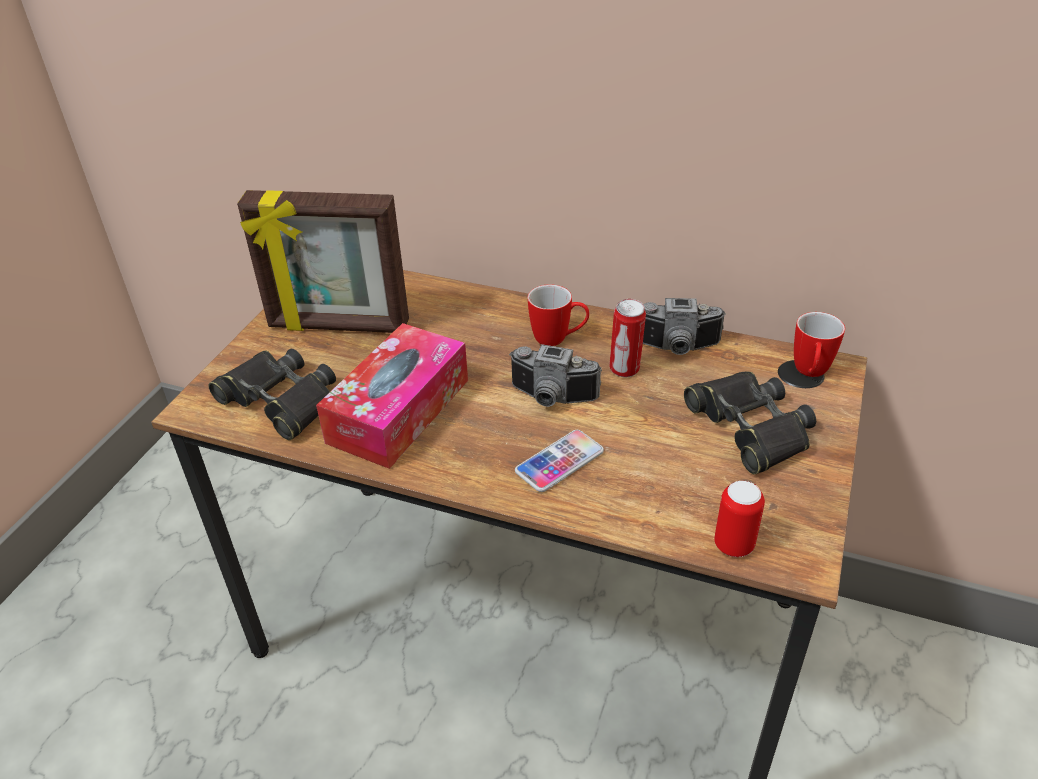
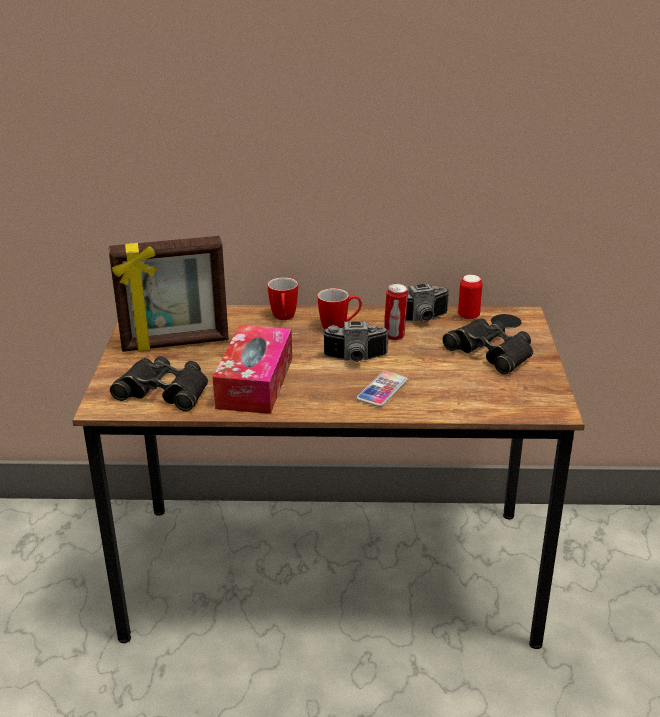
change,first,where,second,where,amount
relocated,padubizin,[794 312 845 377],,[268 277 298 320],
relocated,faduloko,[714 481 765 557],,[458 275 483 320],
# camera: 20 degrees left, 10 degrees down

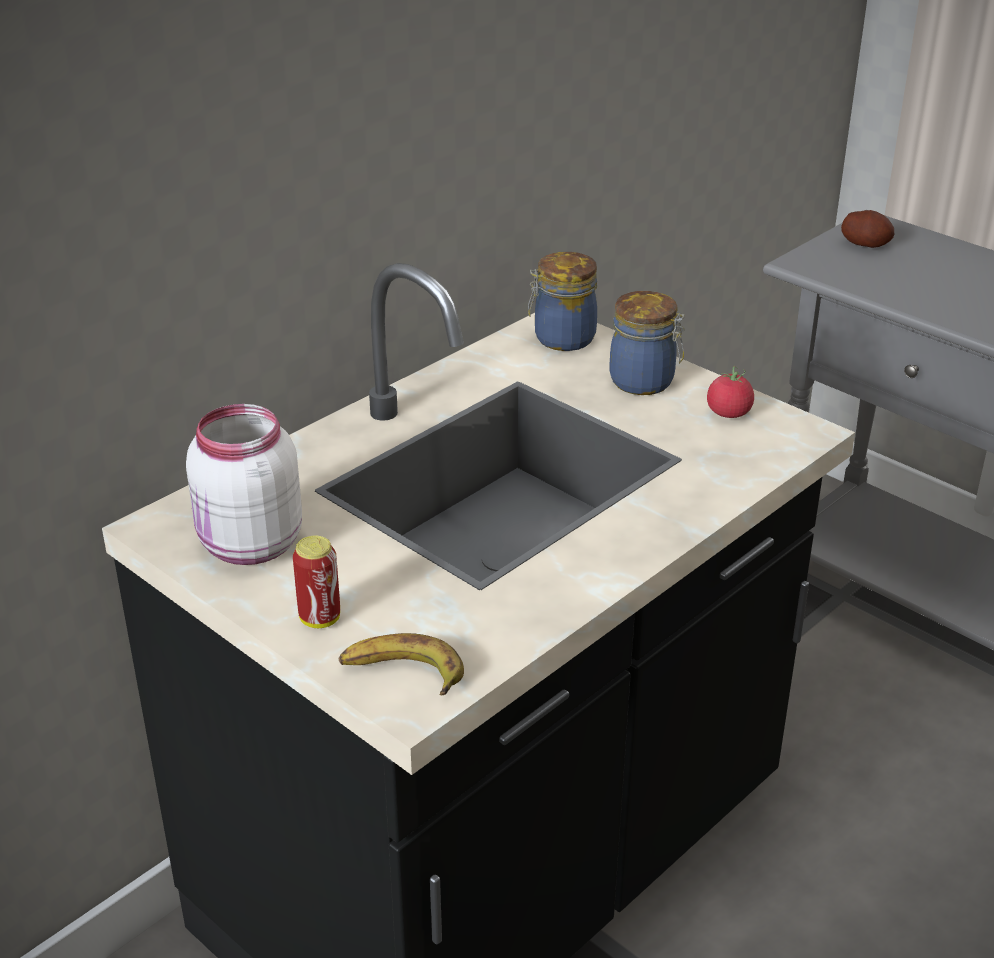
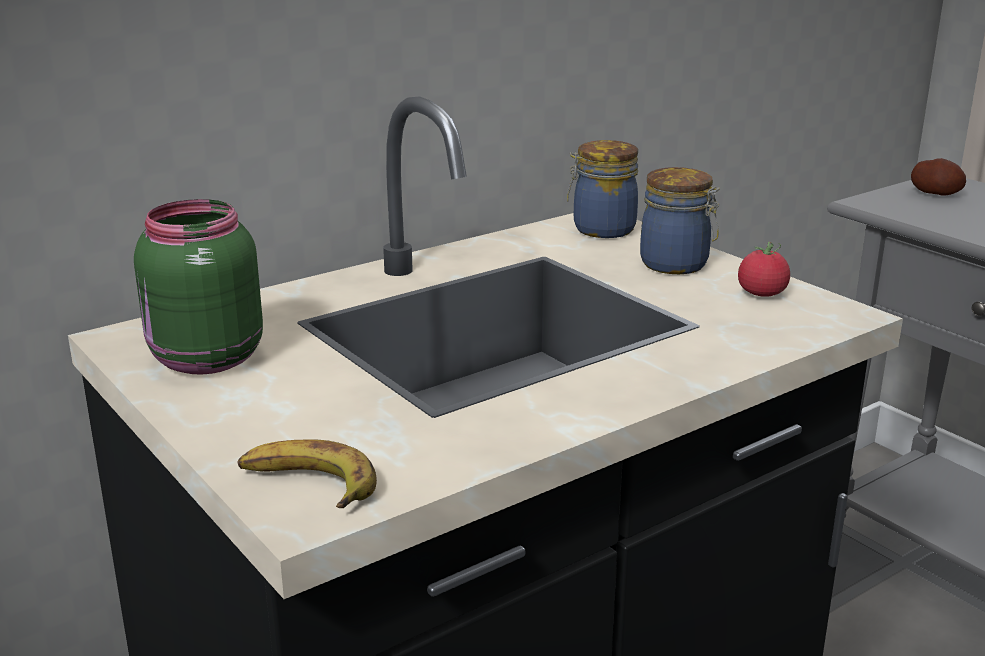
change,first,where,second,where,amount
colour,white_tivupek,[186 404 302 565],green_tivupek,[134 199 263 375],
missing,faduloko,[293 536 340 628],,,
# camera: 10 degrees right, 10 degrees down

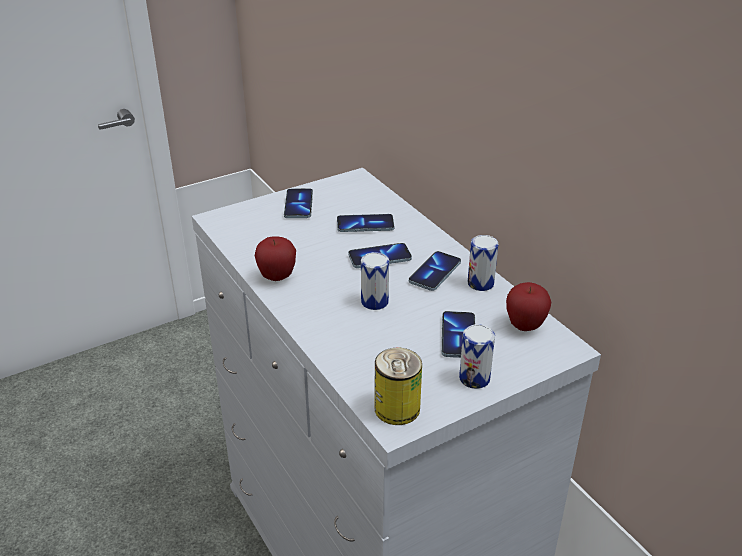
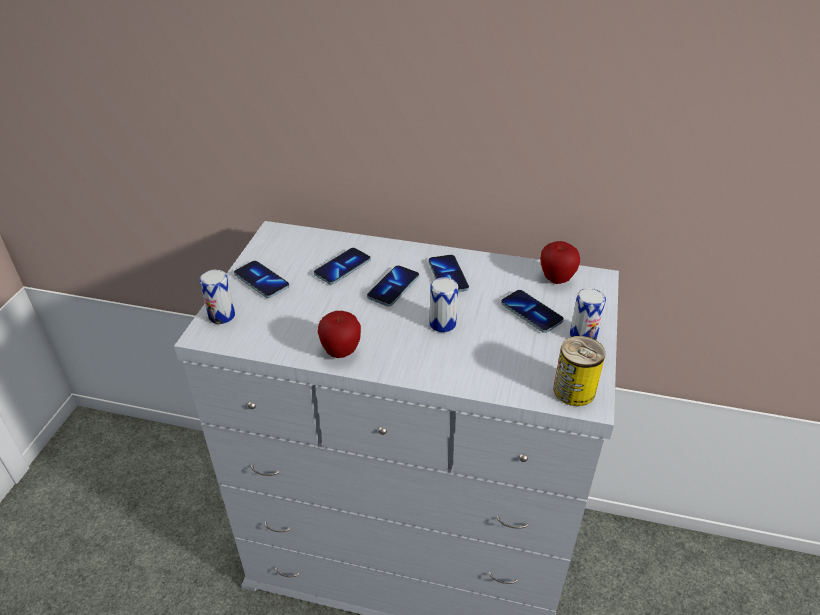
change,first,where,second,where,amount
relocated,faduloko,[468 235 498 291],,[199 269 235 324],
# camera: 45 degrees left, 5 degrees up

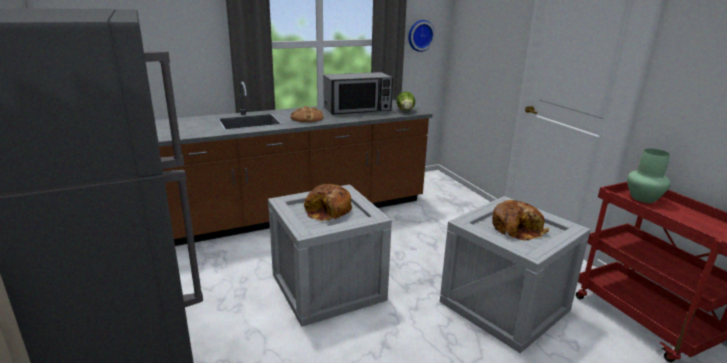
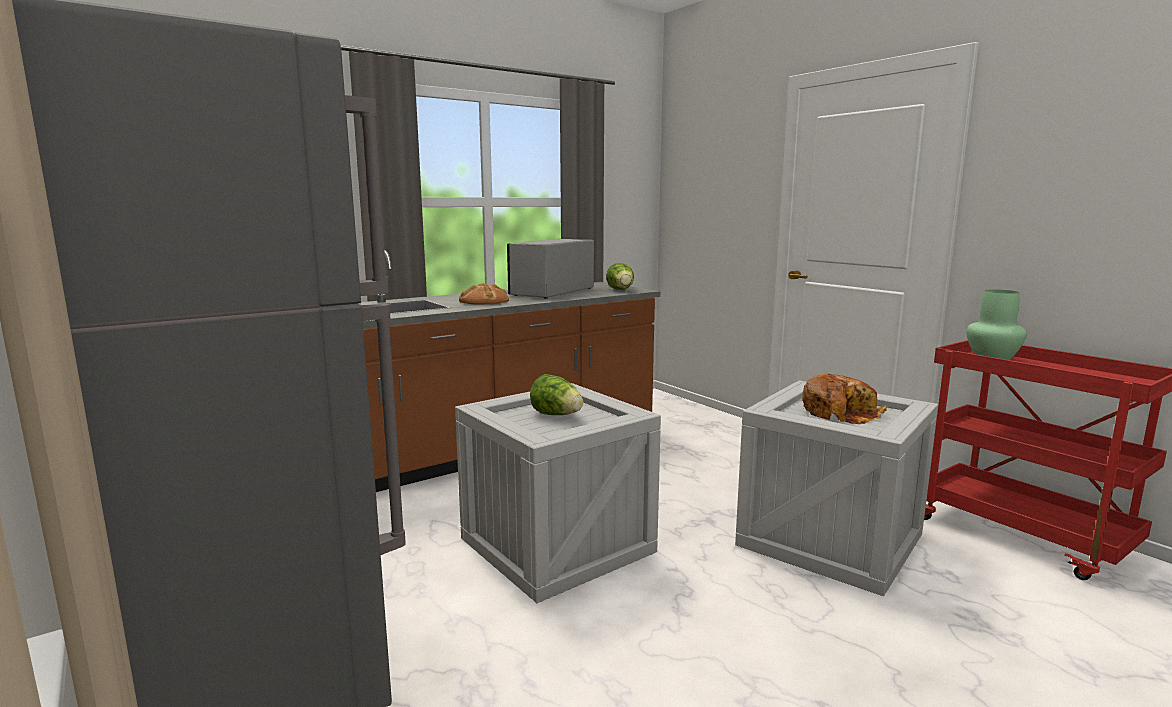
change,first,where,second,where,amount
missing,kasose,[408 20 435 52],,,
spun,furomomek,[323 72 393 115],,[507 239 594 298],150 degrees clockwise
exchanged,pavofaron,[304 184 353 221],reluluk,[530 374 583 415],
# camera: 10 degrees left, 10 degrees down

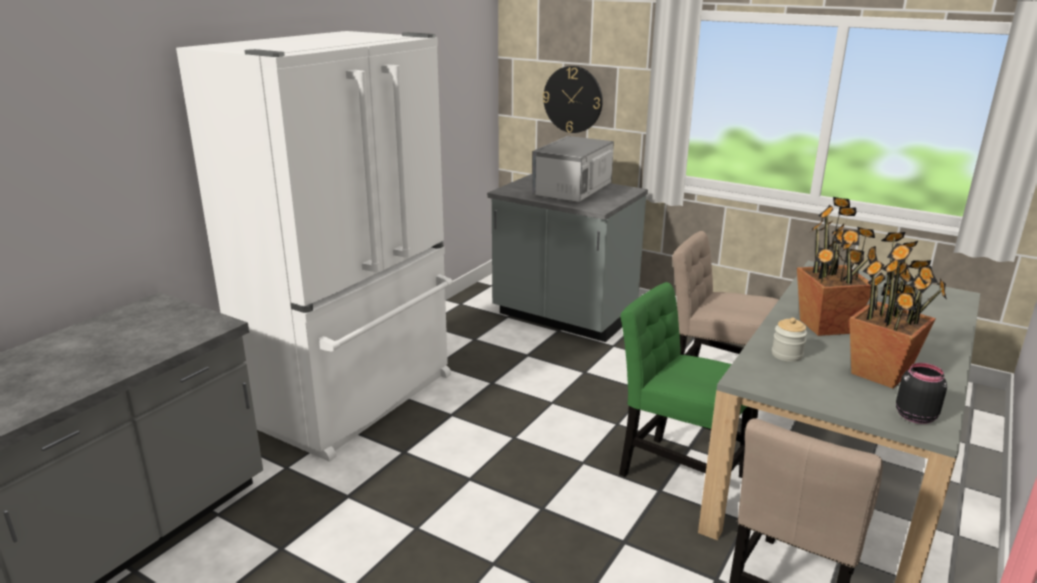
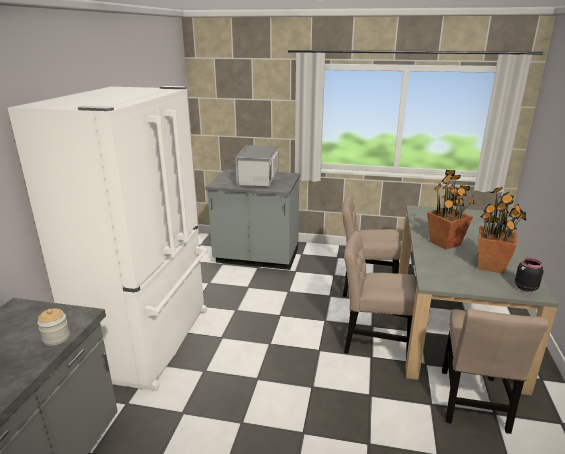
change,first,where,second,where,amount
missing,kasose,[543 66 603 133],,,
colour,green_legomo,[619 282 753 478],beige_legomo,[344 231 417 358],
relocated,tivupek,[772 318 807 362],,[37 308 70 346],
# camera: 20 degrees left, 0 degrees up

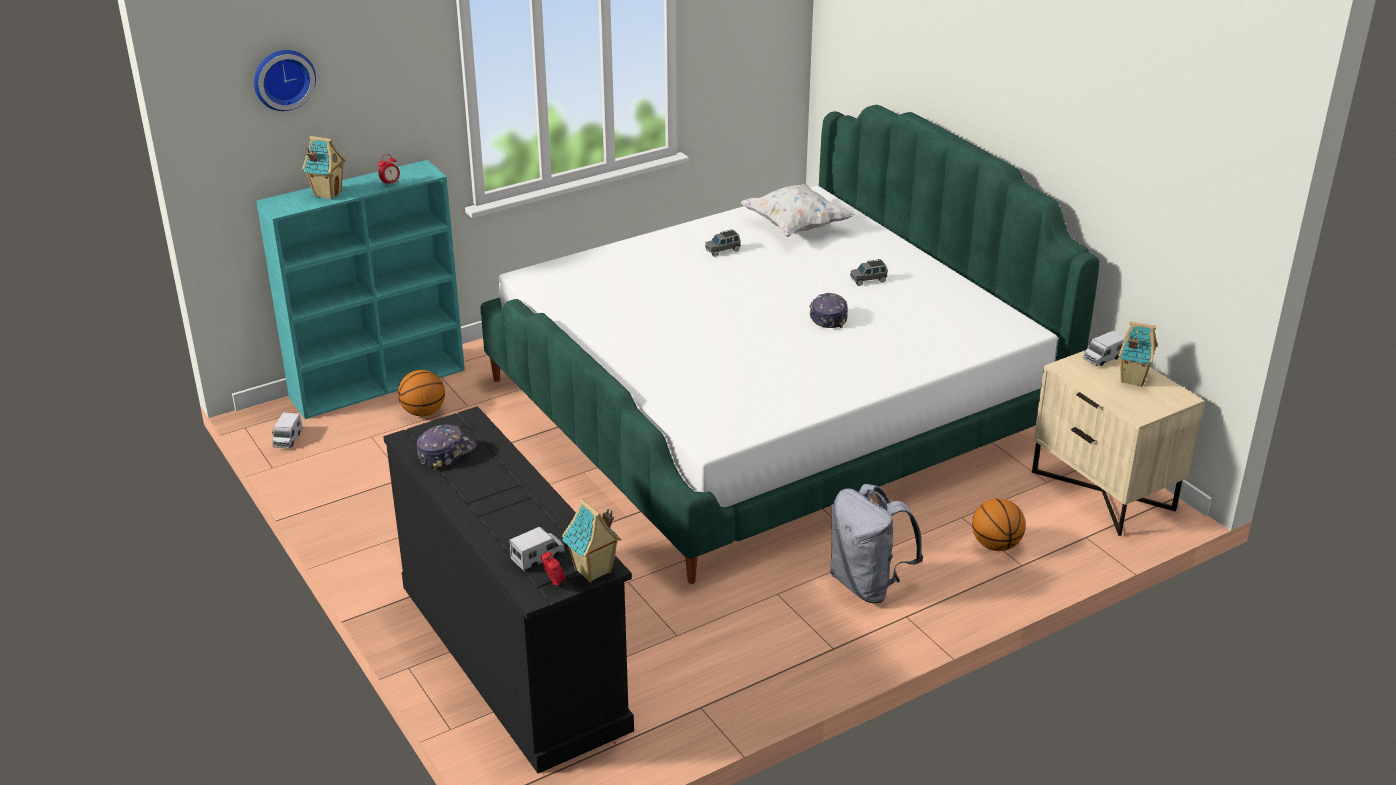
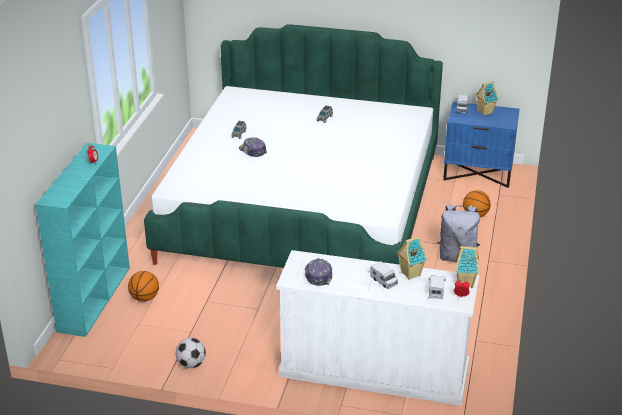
change,first,where,second,where,amount
missing,kasose,[254 50 316 111],,,
relocated,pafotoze,[302 136 346 200],,[396 236 428 280],
missing,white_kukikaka,[741 183 855 237],,,
relocated,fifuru,[809 293 848 328],,[239 138 267 157],
colour,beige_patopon,[1032 350 1205 536],blue_patopon,[443 102 519 188],
colour,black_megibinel,[383 406 634 773],white_megibinel,[276 250 479 406],
relocated,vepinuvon,[272 413 303 448],,[370 261 398 289],
appeared,,,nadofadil,[176 338 206 368],
# camera: 45 degrees left, 0 degrees up

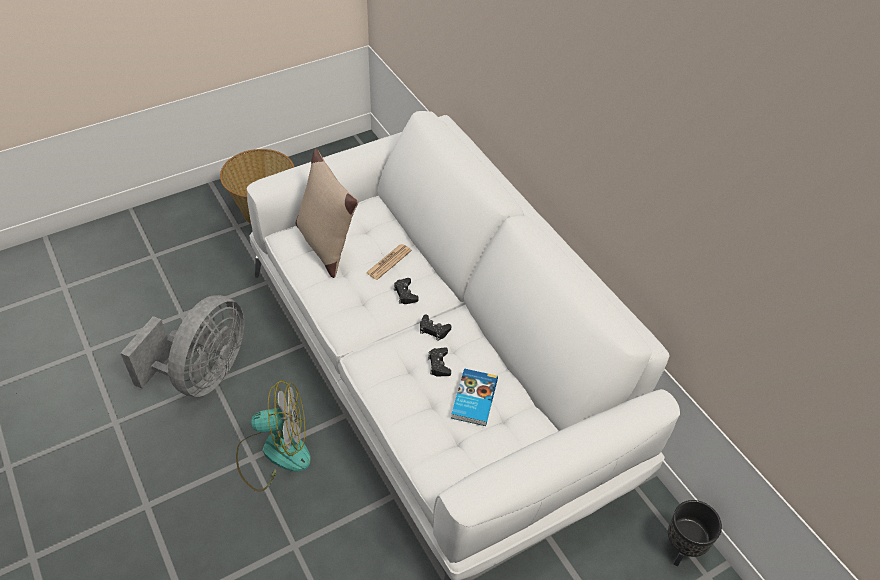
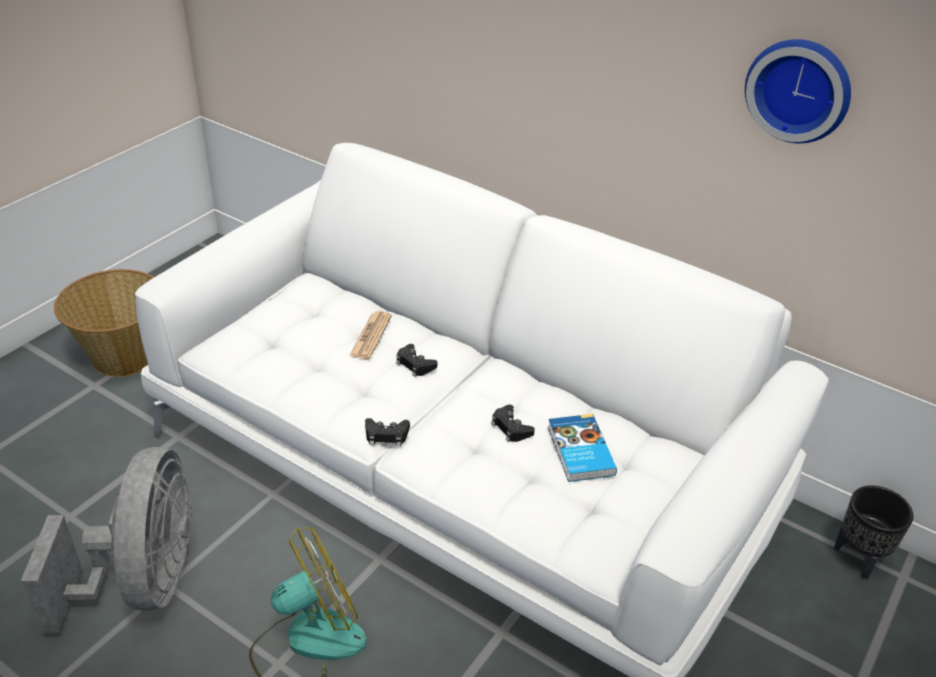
change,first,where,second,where,amount
missing,beige_kukikaka,[295 148 358 278],,,
relocated,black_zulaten,[420 314 451 341],,[365 418 410 446],
appeared,,,kasose,[745 39 851 143],
# camera: 25 degrees left, 10 degrees down

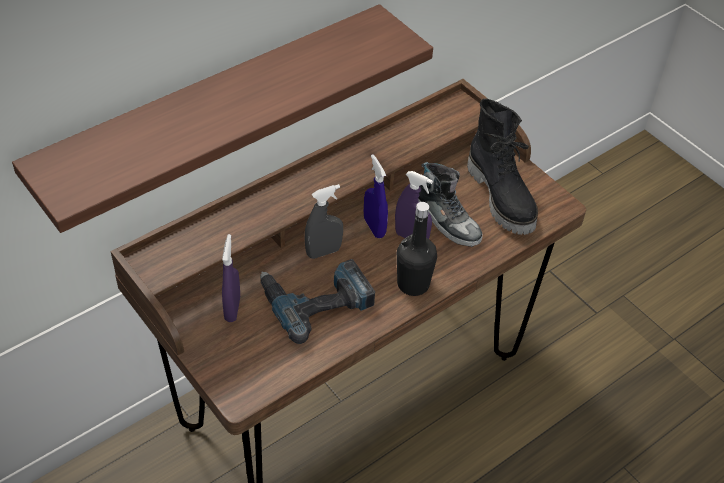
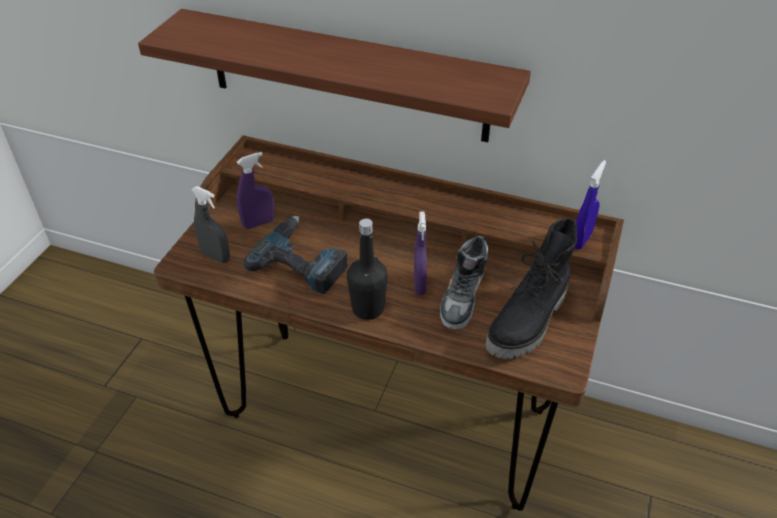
change,first,where,second,where,amount
relocated,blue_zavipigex,[364 154 388 238],,[575 160 606 249],
relocated,grey_zavipigex,[304 184 343 259],,[191 186 230 263],
# camera: 60 degrees right, 5 degrees down

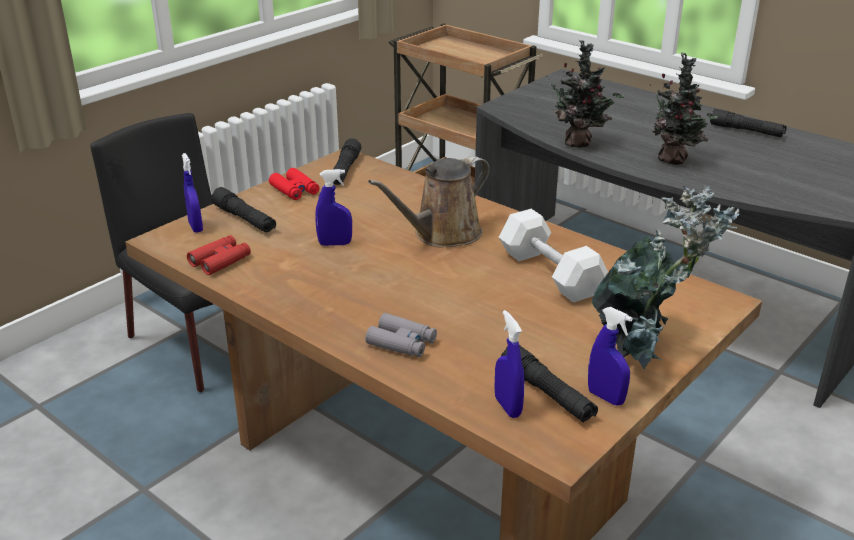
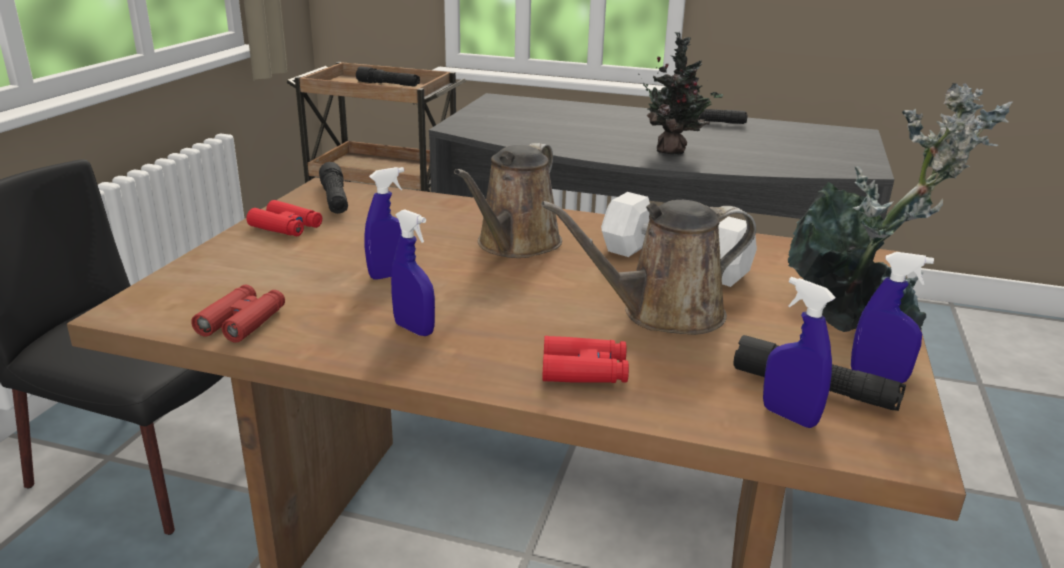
change,first,where,second,where,amount
missing,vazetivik,[546 40 624 148],,,
relocated,blue_zavipigex,[182 153 203 233],,[391 209 435 336],
relocated,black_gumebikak,[211 187 276 232],,[356 66 420 87],
colour,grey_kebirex,[365 313 437 357],red_kebirex,[542 336 629 383],
appeared,,,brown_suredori,[541 200 756 335],
# camera: 25 degrees left, 5 degrees down

